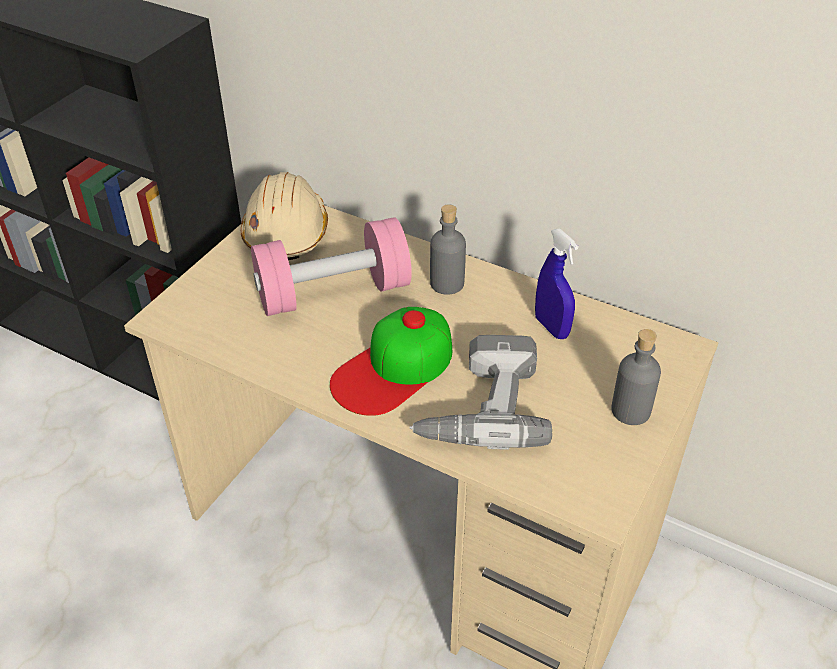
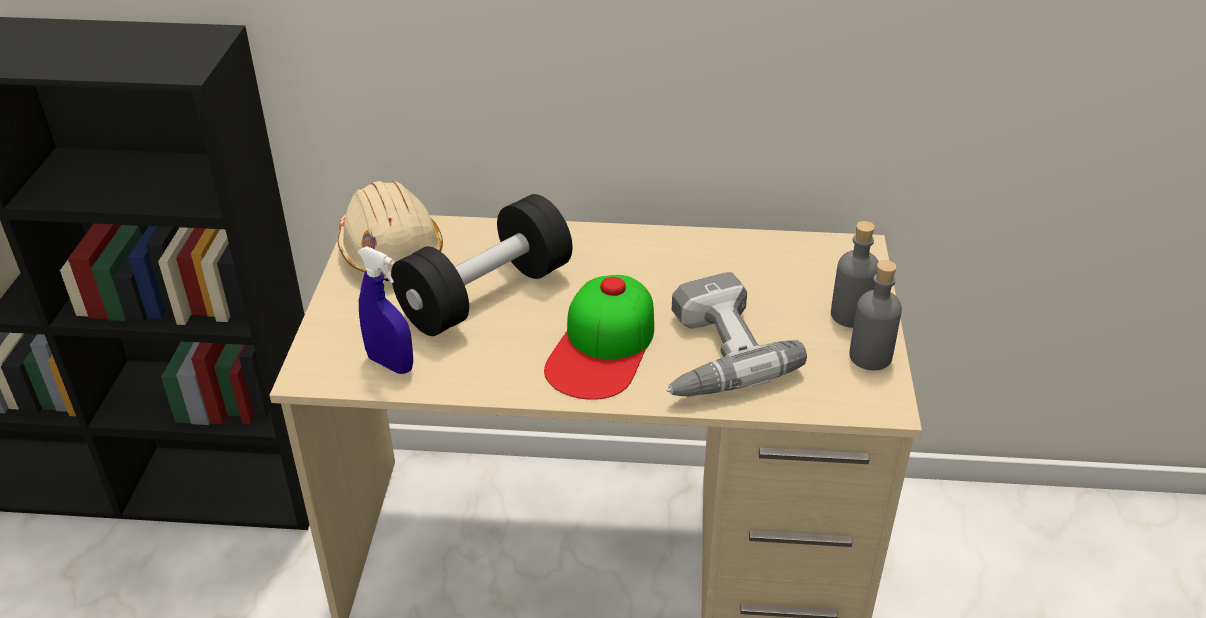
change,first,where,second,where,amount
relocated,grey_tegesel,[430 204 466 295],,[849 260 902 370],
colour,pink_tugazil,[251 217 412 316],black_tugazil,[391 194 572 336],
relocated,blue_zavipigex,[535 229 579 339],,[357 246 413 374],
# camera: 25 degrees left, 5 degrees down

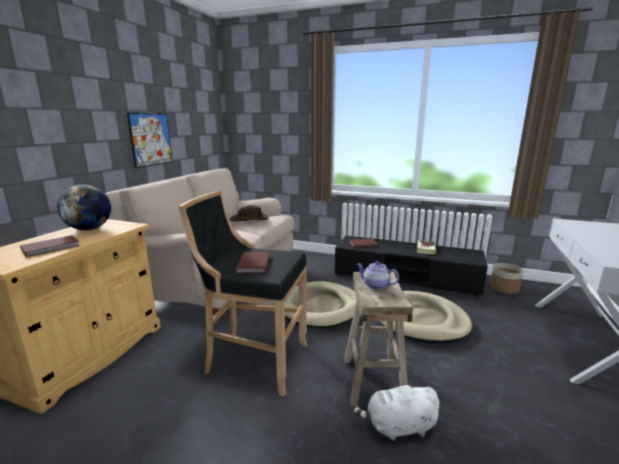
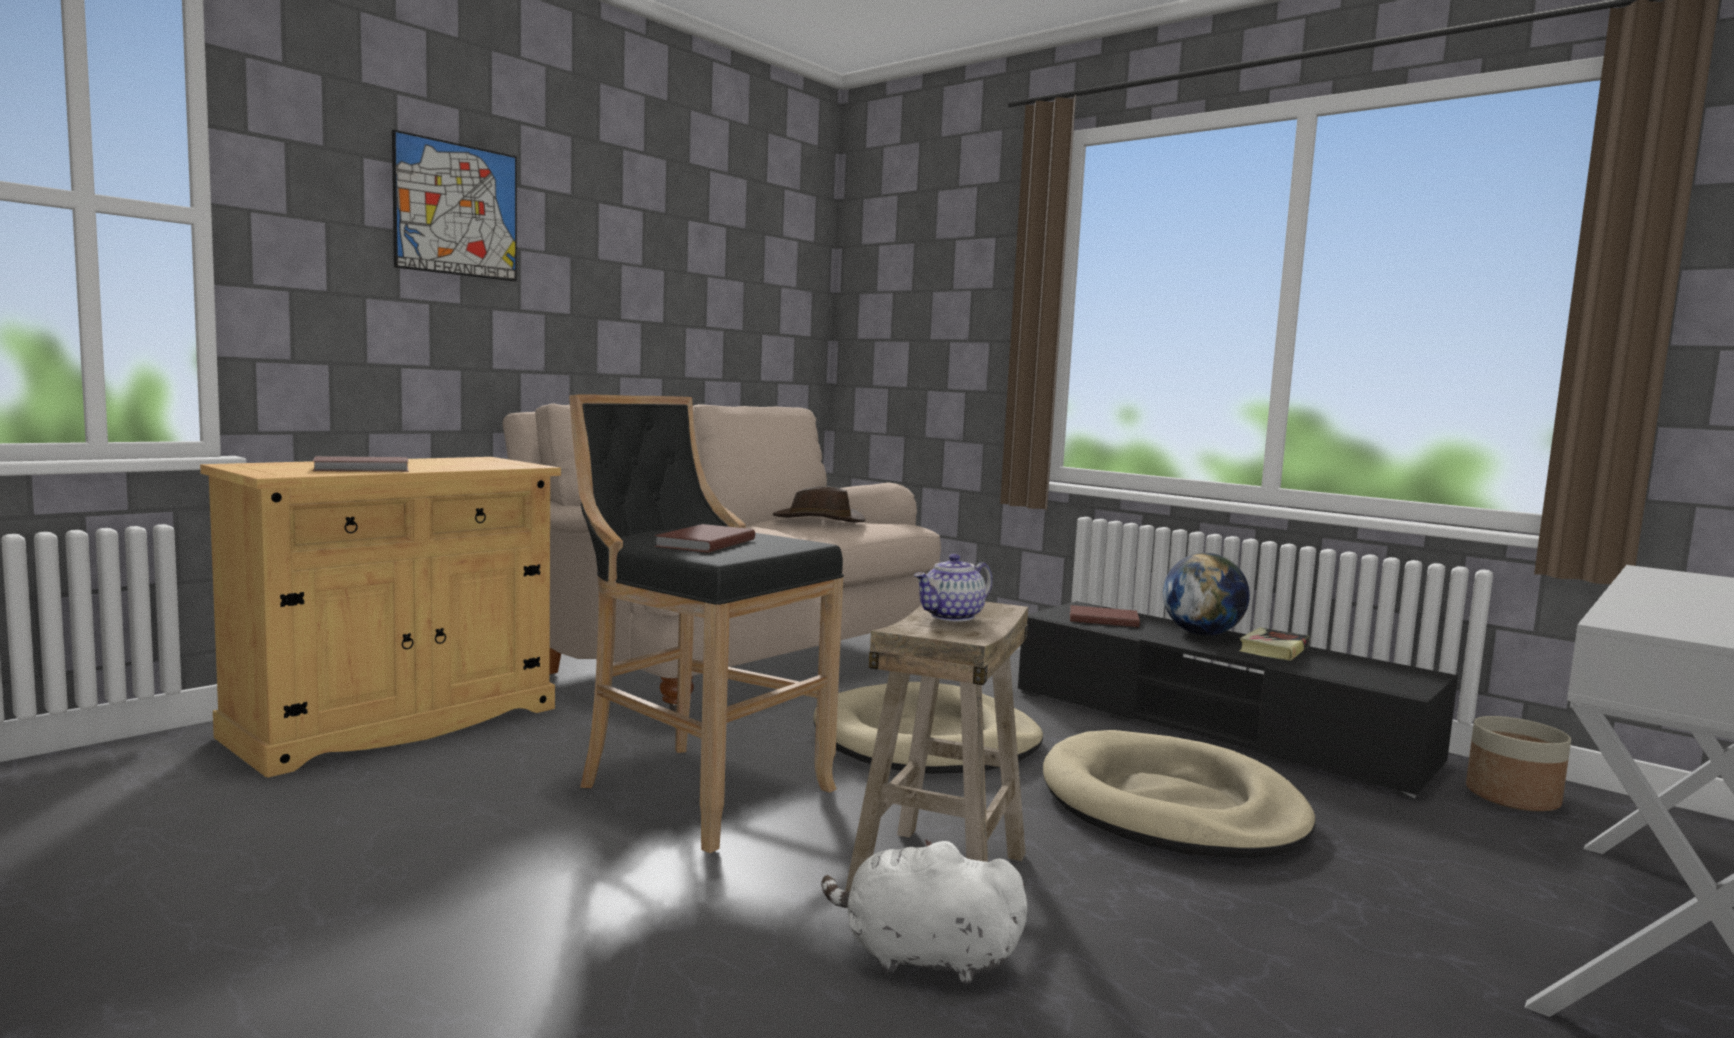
change,first,where,second,where,amount
relocated,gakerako,[127 113 172 168],,[392 129 517 282],
relocated,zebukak,[57 185 111 230],,[1163 553 1250 635],
spun,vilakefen,[357 261 399 290],,[914 554 992 622],90 degrees counterclockwise
# camera: 20 degrees right, 10 degrees down

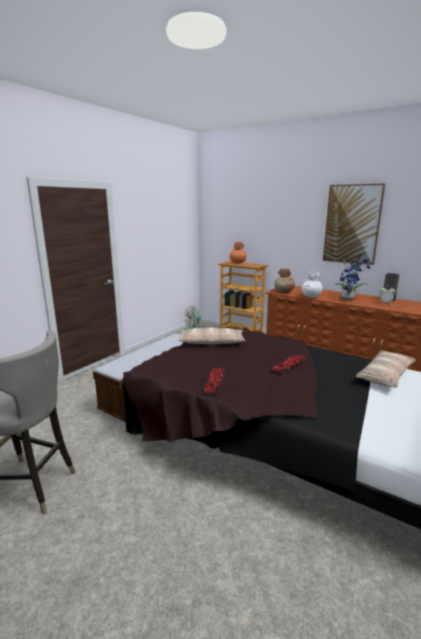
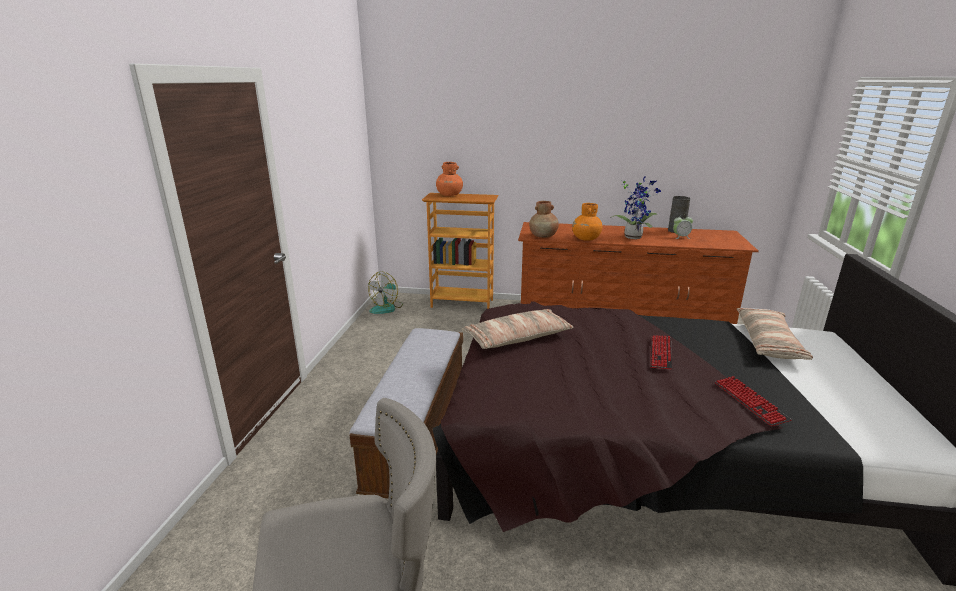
change,first,where,second,where,amount
missing,gakerako,[323 183 385 265],,,
colour,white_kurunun,[301 272 323 298],orange_kurunun,[572 203 602 241],
relocated,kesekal,[203 368 225 393],,[715 376 792 426],
# camera: 25 degrees left, 5 degrees up

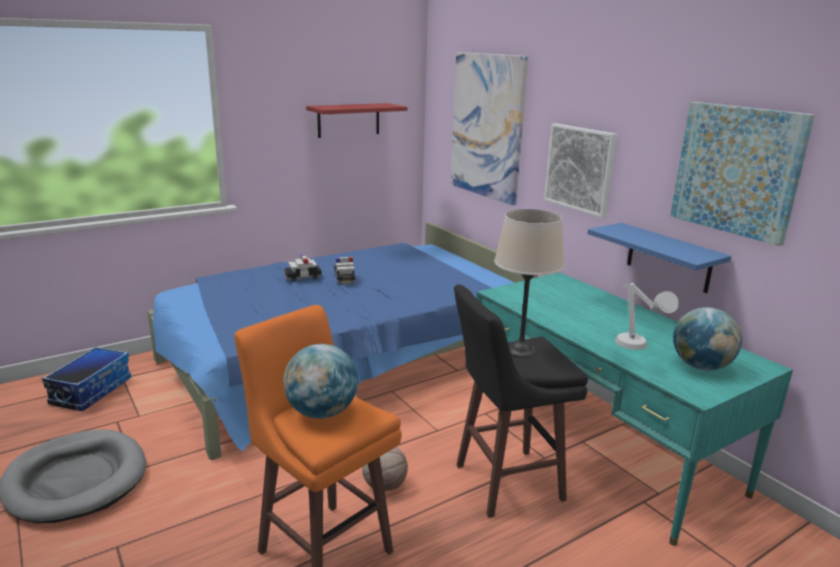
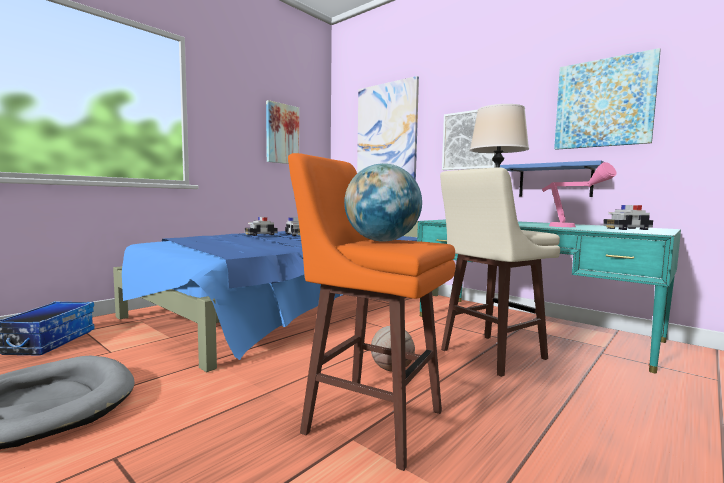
change,first,where,second,where,amount
exchanged,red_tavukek,[306 103 407 138],gakerako,[266 100 299 164],
colour,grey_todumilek,[615 283 679 350],pink_todumilek,[542 162 616 227],
colour,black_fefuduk,[454 285 588 518],beige_fefuduk,[440 167 560 377],
exchanged,zebukak,[673 307 742 371],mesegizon,[603 205 653 230],
# camera: 15 degrees left, 15 degrees down

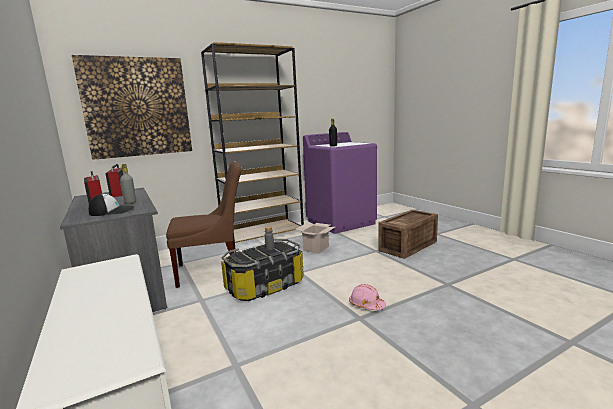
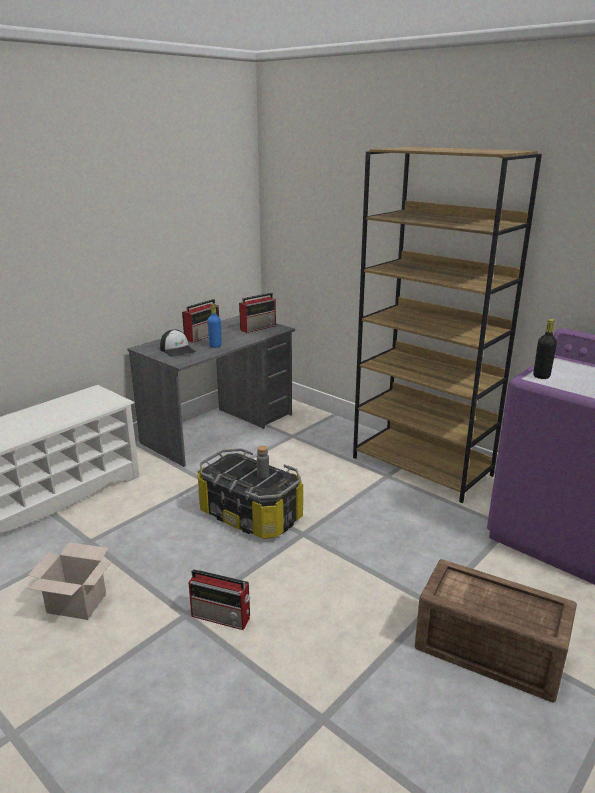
change,first,where,second,where,amount
missing,gakerako,[72 55 192 160],,,
missing,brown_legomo,[166 161 242 288],,,
colour,grey_tegesel,[120 164 136 204],blue_tegesel,[207 304 222 348],
relocated,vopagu,[295 223 335 254],,[28 542 111 620],
exchanged,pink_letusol,[349 284 386 310],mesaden,[189 569 251 630],
# camera: 70 degrees right, 10 degrees up

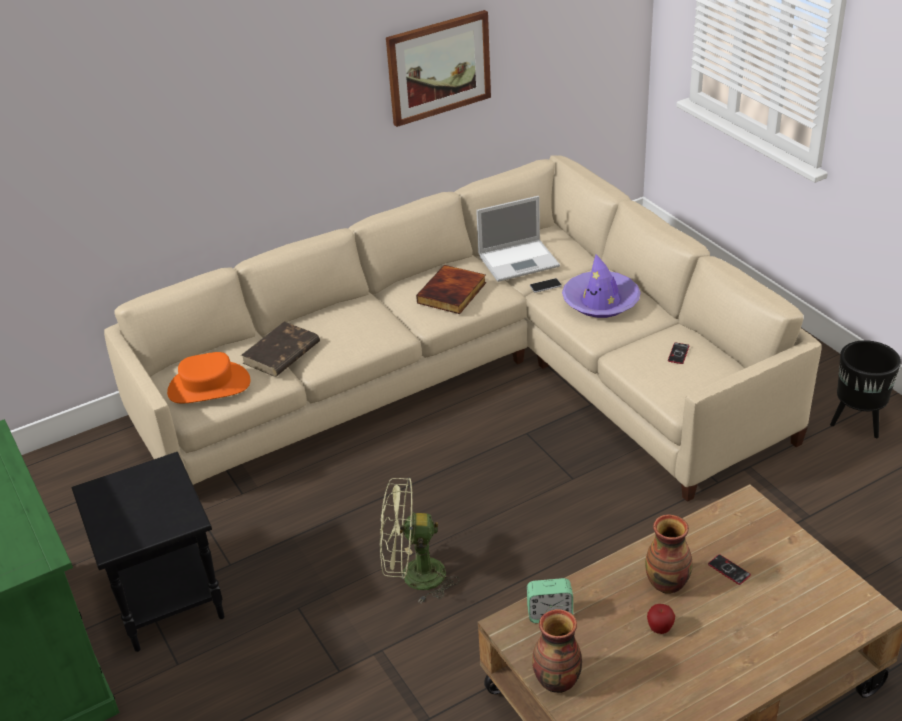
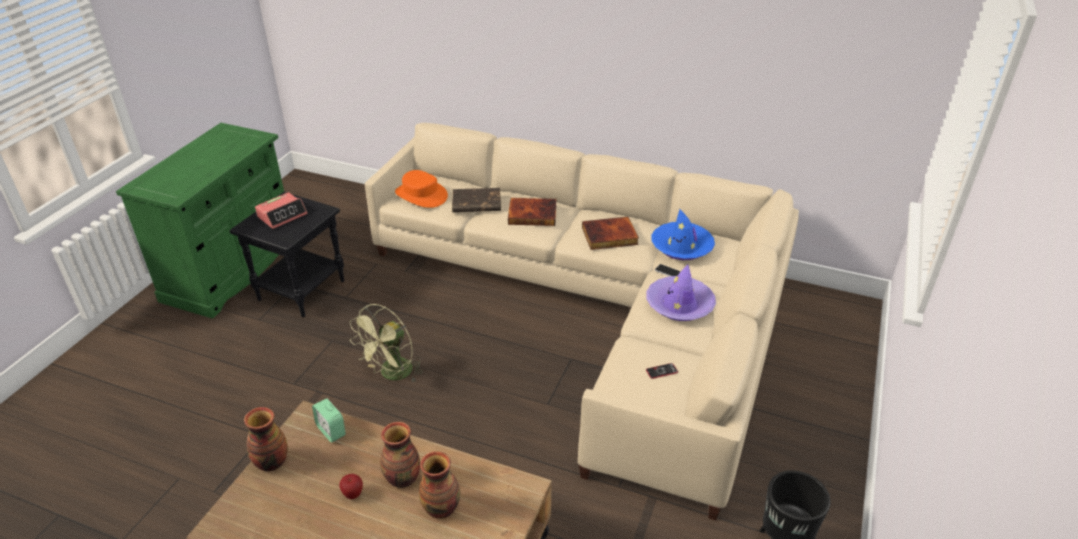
change,first,where,second,where,amount
missing,gakerako,[386 10 491 127],,,
exchanged,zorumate,[476 196 560 282],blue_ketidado,[651 209 715 260],
spun,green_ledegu,[380 477 459 603],,[350 304 423 382],105 degrees counterclockwise
exchanged,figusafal,[708 554 751 585],kurunun,[419 451 460 519],
appeared,,,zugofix,[255 192 307 229],
appeared,,,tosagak,[508 198 556 226],
# camera: 50 degrees right, 0 degrees up

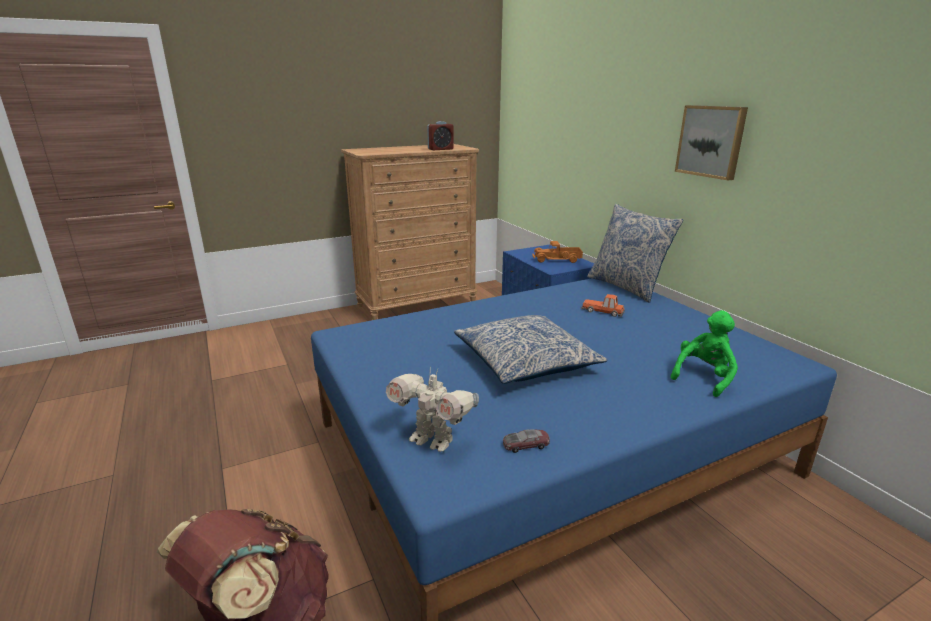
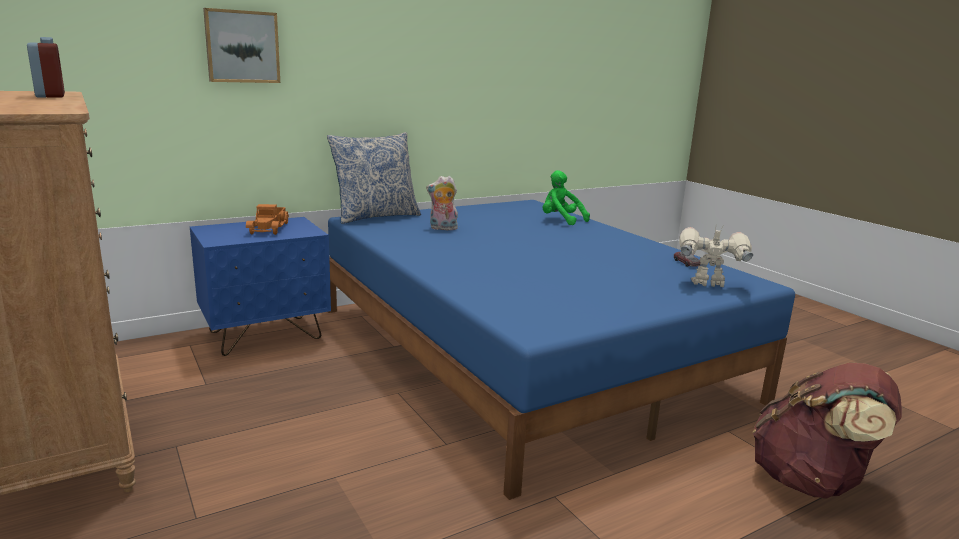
change,first,where,second,where,amount
relocated,gakerako,[675 105 748 180],,[203 8 280 83],
exchanged,mesegizon,[581 294 625 317],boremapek,[426 176 458 230],
missing,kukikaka,[454 315 607 384],,,
spun,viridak,[386 367 479 452],,[679 227 753 287],105 degrees counterclockwise
# camera: 95 degrees left, 5 degrees down

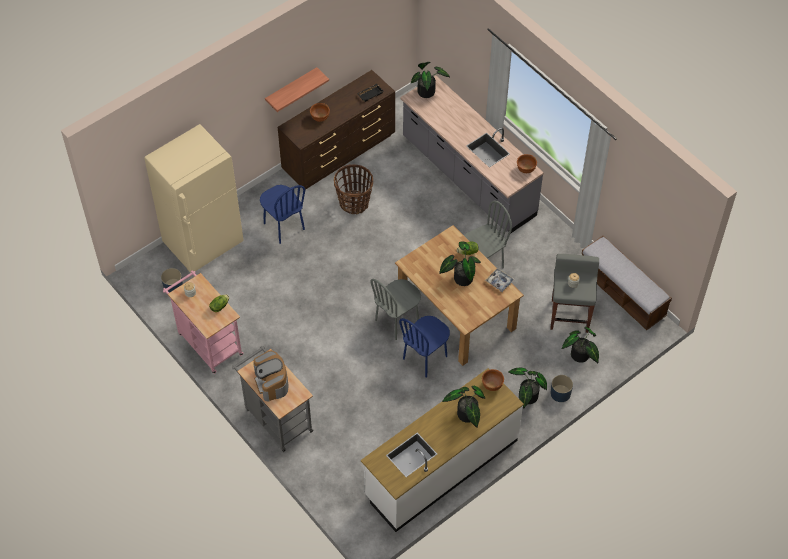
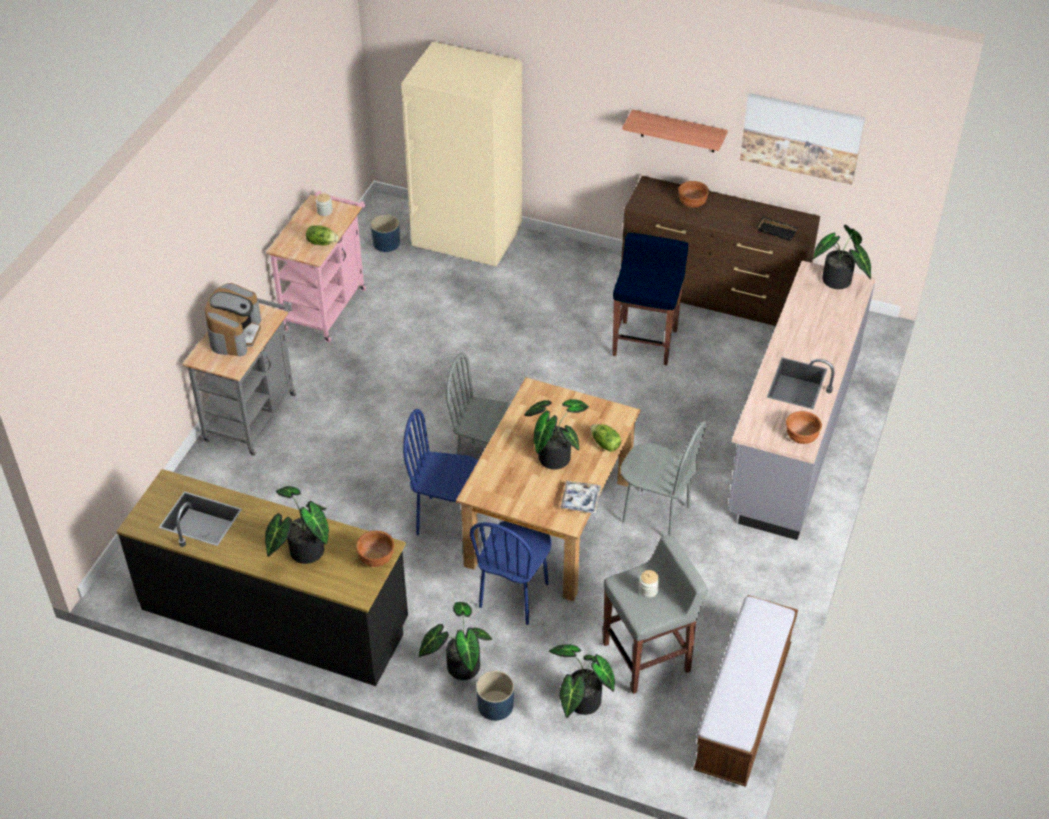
change,first,where,second,where,amount
exchanged,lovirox,[334 164 373 214],blue_fefuduk,[612 233 688 365],
relocated,blue_legomo,[260 185 305 244],,[470 521 551 625],
spun,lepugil,[253 351 288 401],,[205 283 261 357],150 degrees clockwise
colour,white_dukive,[361 368 524 532],black_dukive,[116 469 408 686],
appeared,,,gakerako,[740 93 865 185],
# camera: 60 degrees right, 10 degrees down

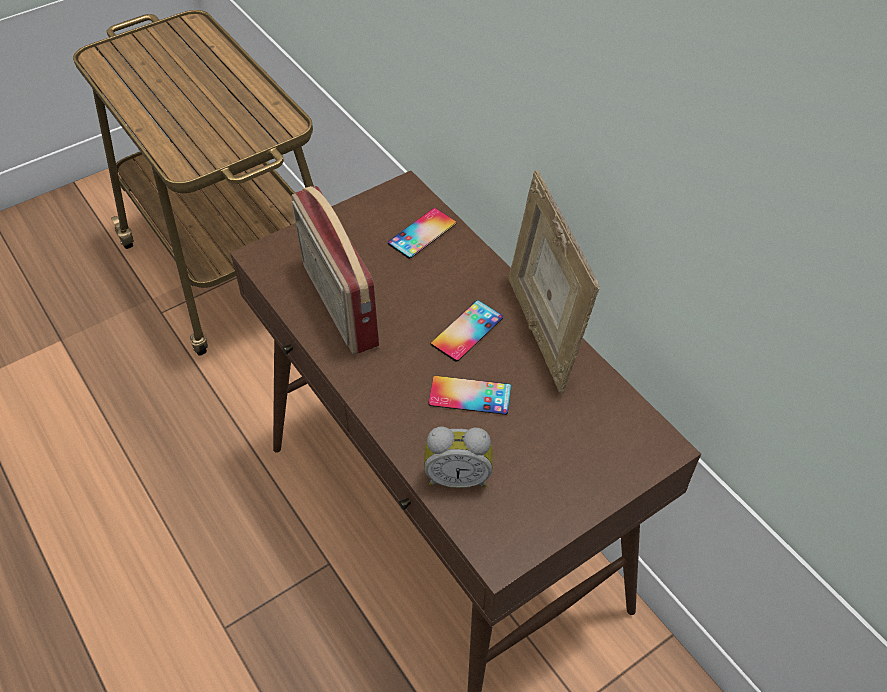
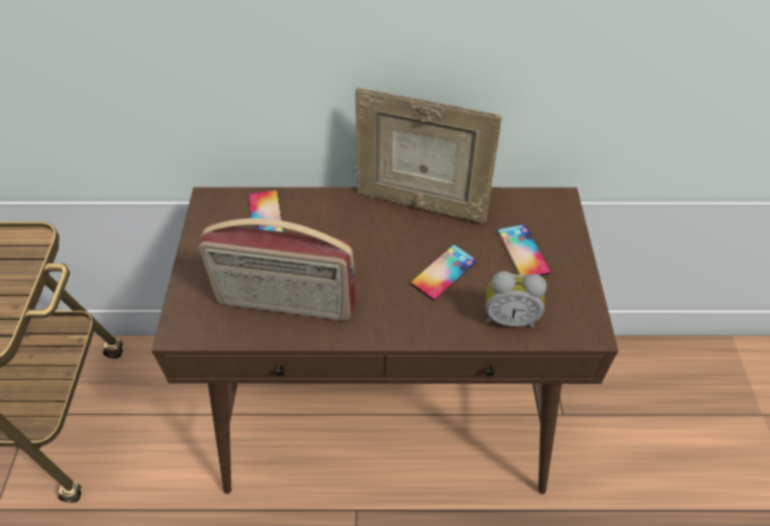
change,first,where,second,where,amount
relocated,figusafal,[431 300 503 361],,[497 224 551 276],
spun,zugofix,[424 427 493 488],,[485 271 547 328],60 degrees clockwise
# camera: 55 degrees left, 0 degrees up

